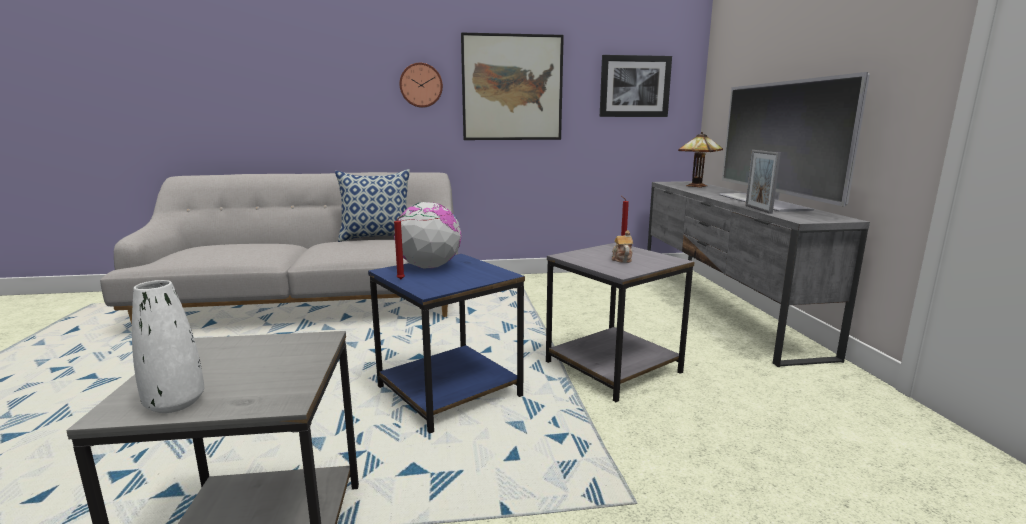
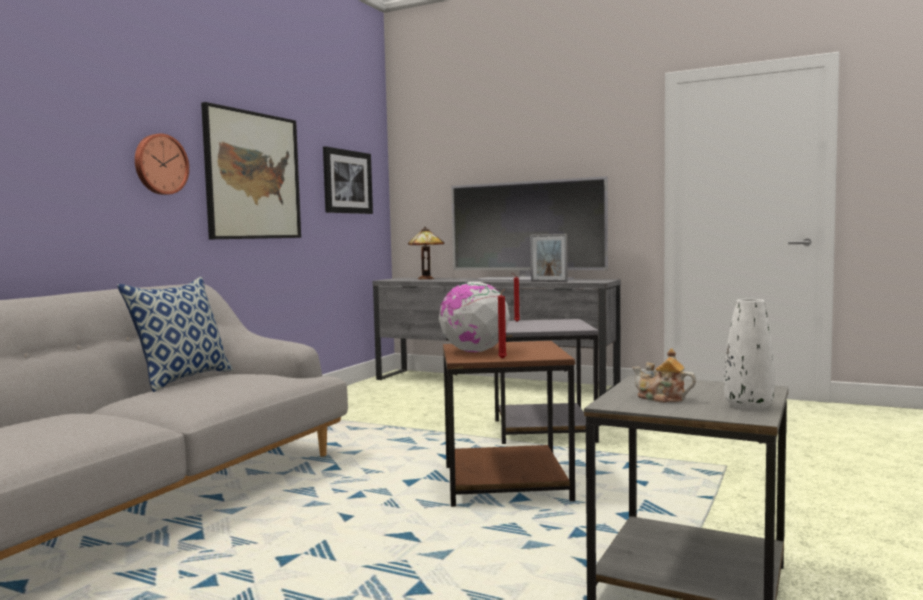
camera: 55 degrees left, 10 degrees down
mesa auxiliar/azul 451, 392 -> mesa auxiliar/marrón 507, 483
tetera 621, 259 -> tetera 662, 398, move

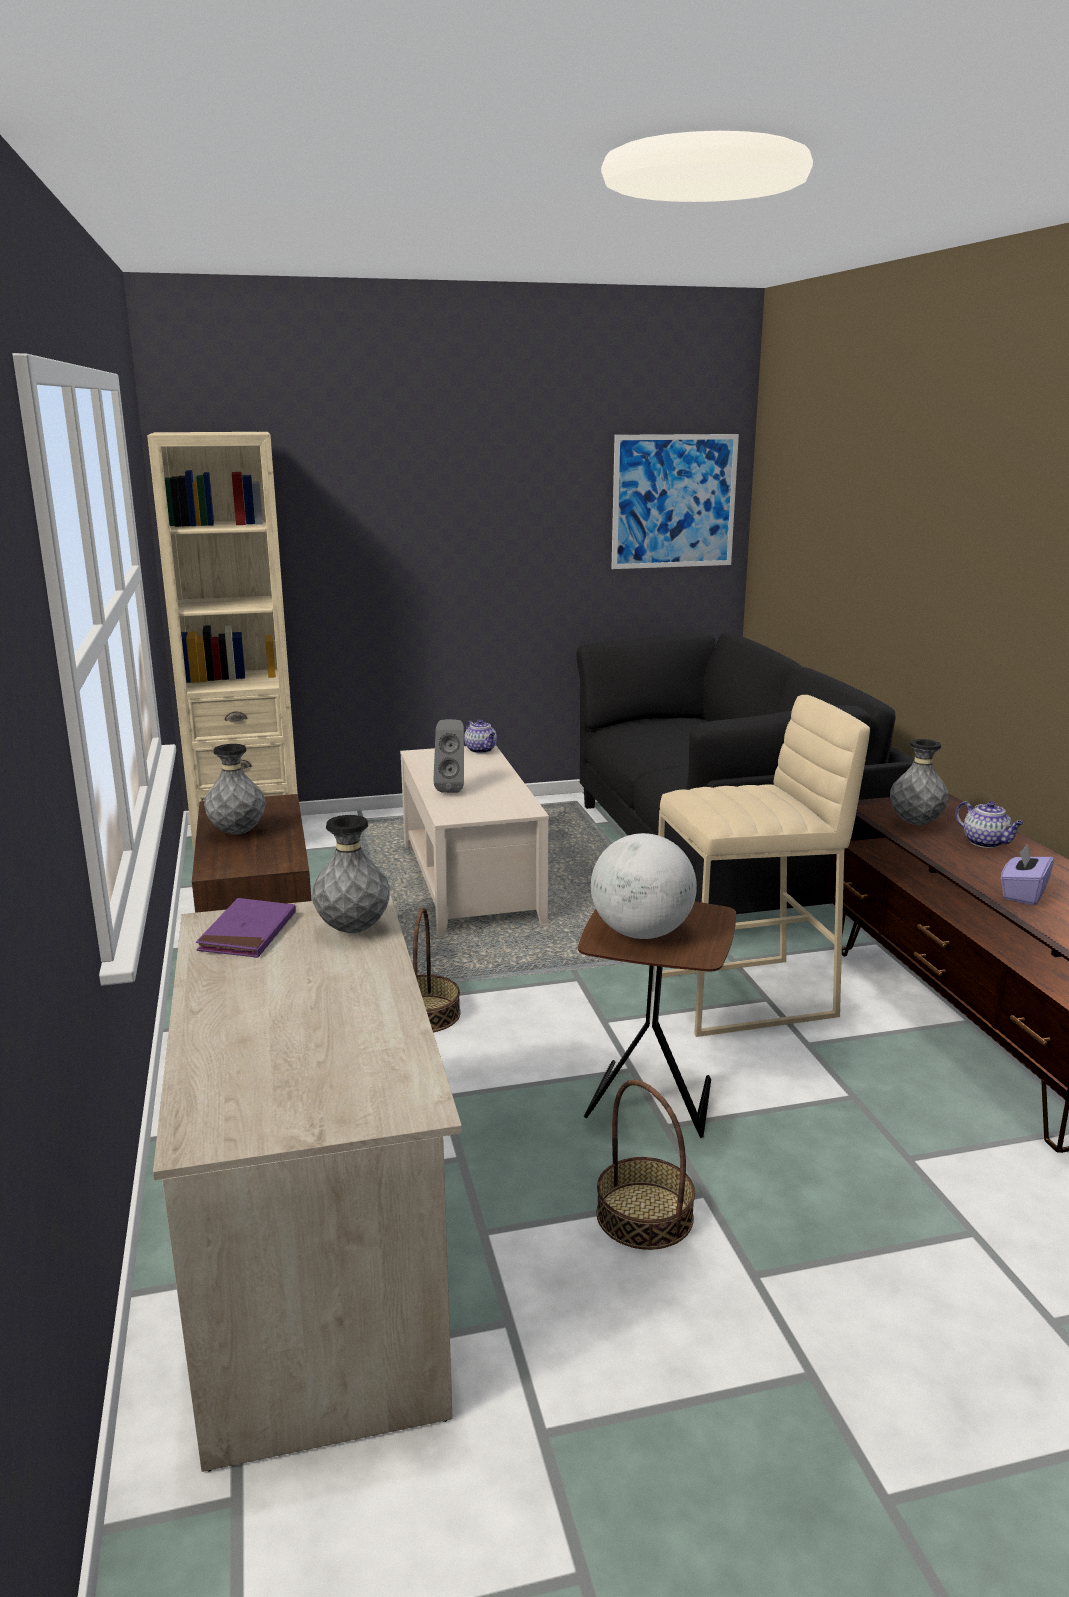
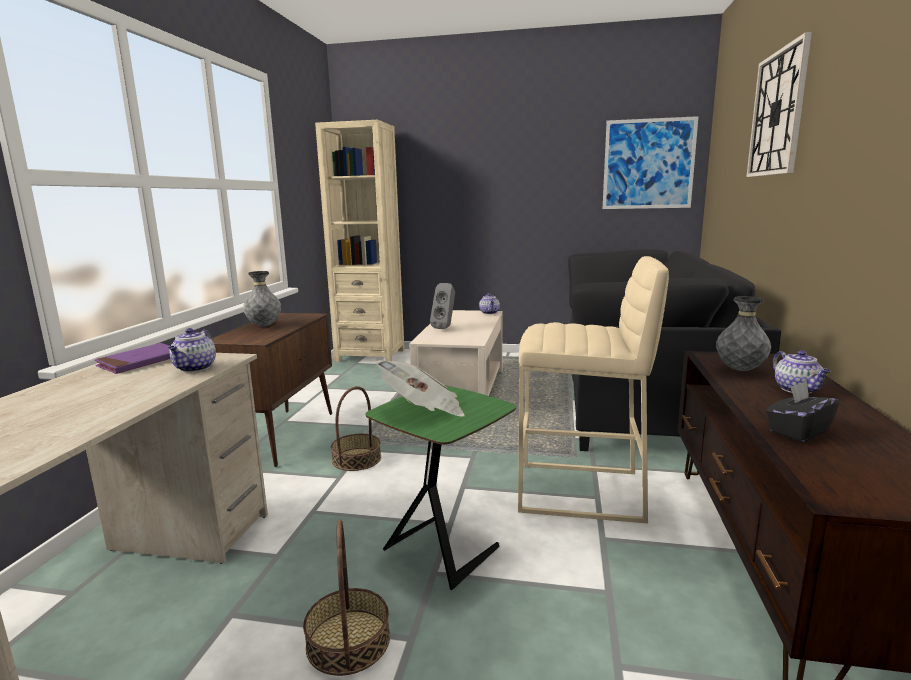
camera: 25 degrees right, 5 degrees down
florero/gris 353, 929 -> tetera 195, 368
mesa auxiliar/marrón 651, 1097 -> mesa auxiliar/verde 444, 547
globo terráqueo 642, 933 -> periódico 423, 410
none -> reloj de pared 777, 113
caja de pañuelos/morado 1023, 894 -> caja de pañuelos/negro 798, 431

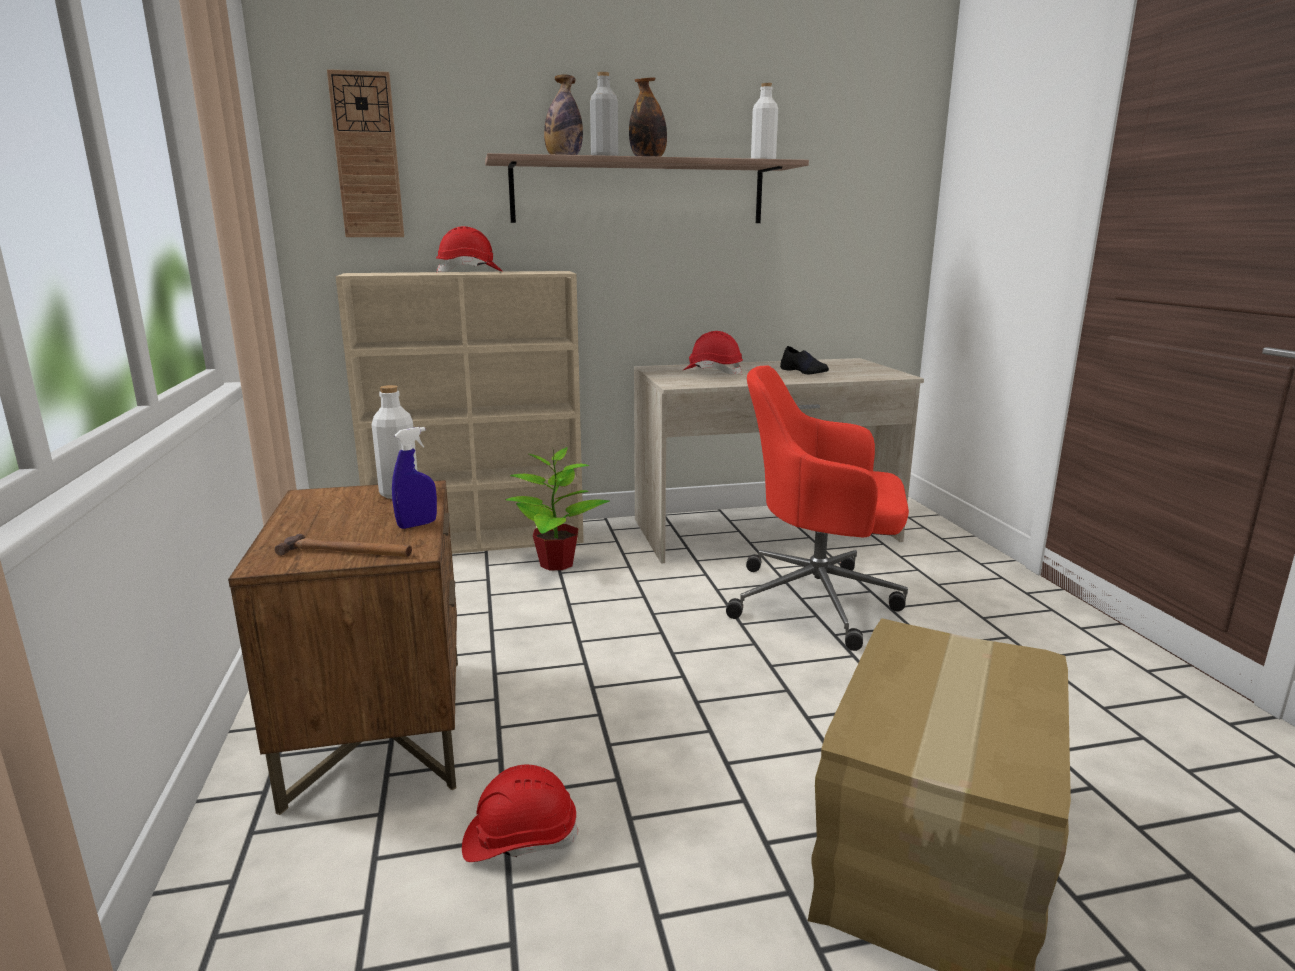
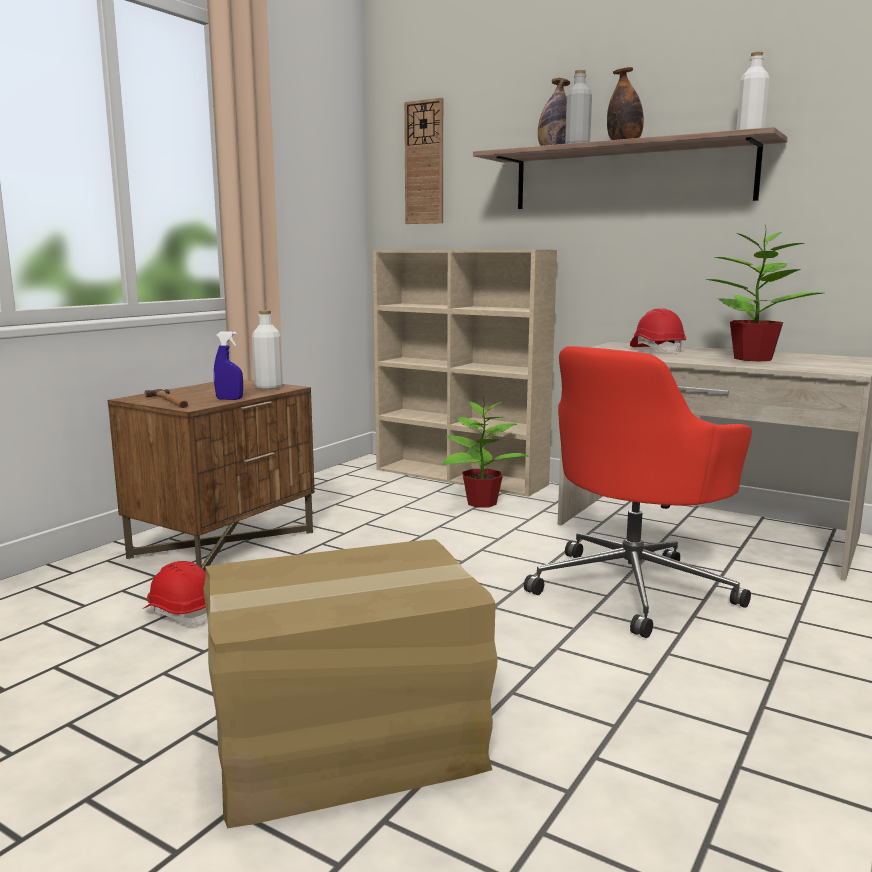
camera: 45 degrees right, 5 degrees down
silla de oficina/rojo 819, 601 -> silla de oficina/rojo 633, 588, 105 degrees counterclockwise
zapato/negro 804, 371 -> planta en maceta 751, 359
casco/rojo 470, 272 -> none

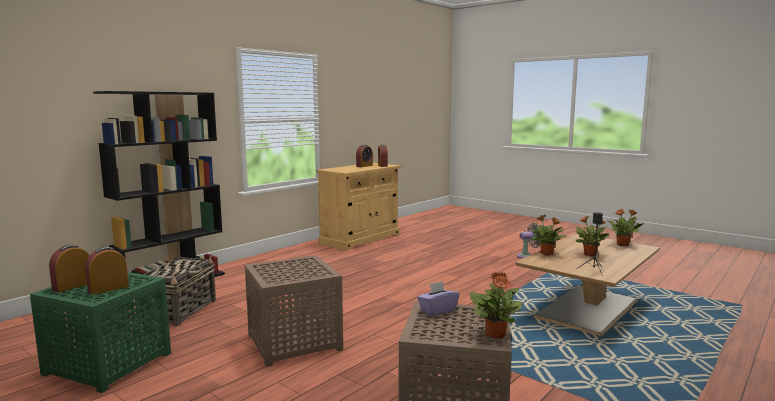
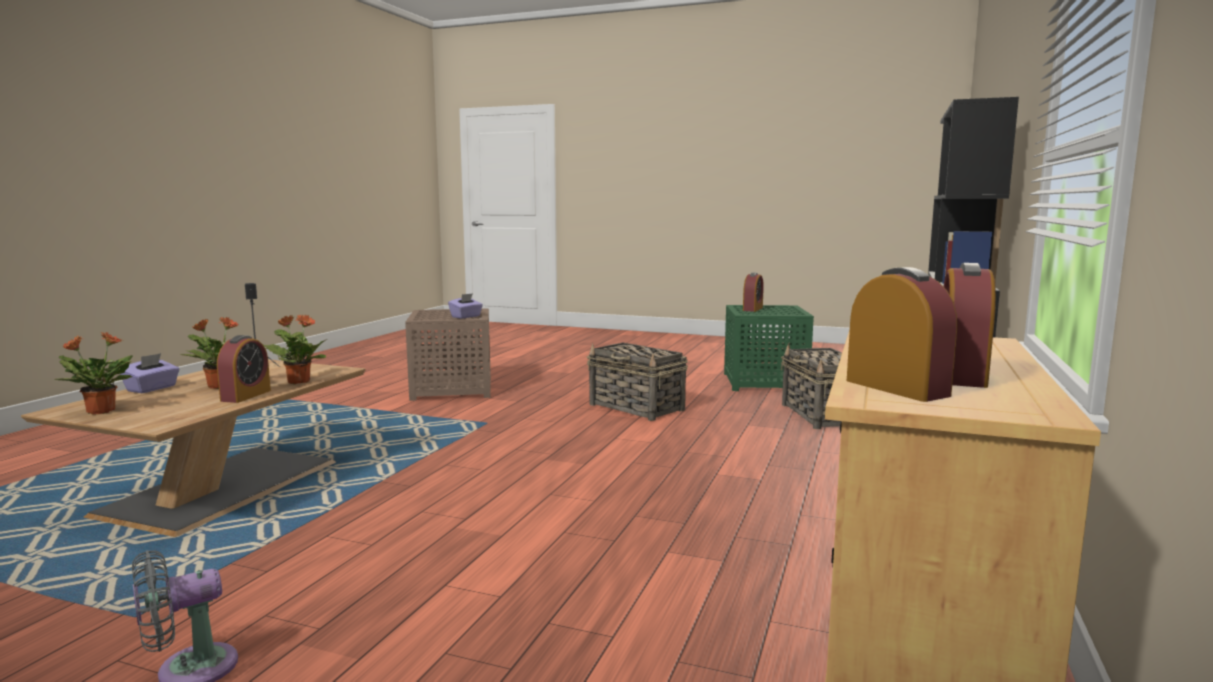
camera: 160 degrees right, 0 degrees up
none -> caja de pañuelos/morado 152, 388
despertador 73, 286 -> despertador 246, 395, move
mesa auxiliar/marrón 292, 341 -> cesta 637, 408
planta en maceta 496, 334 -> none

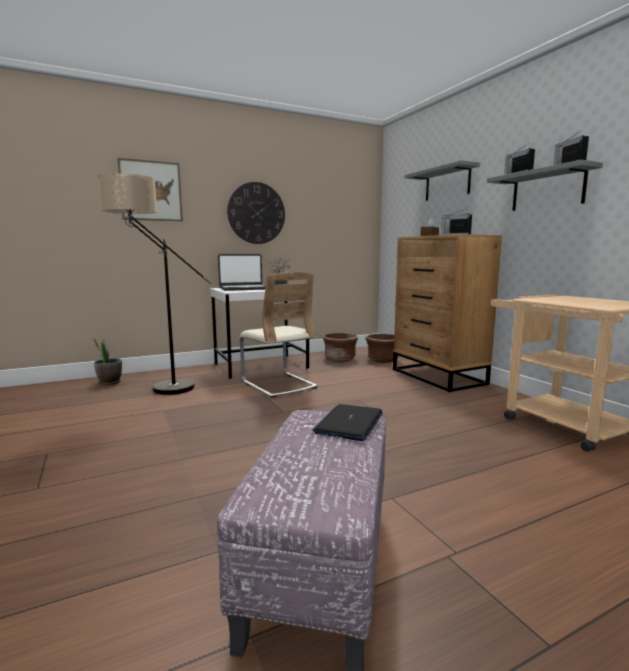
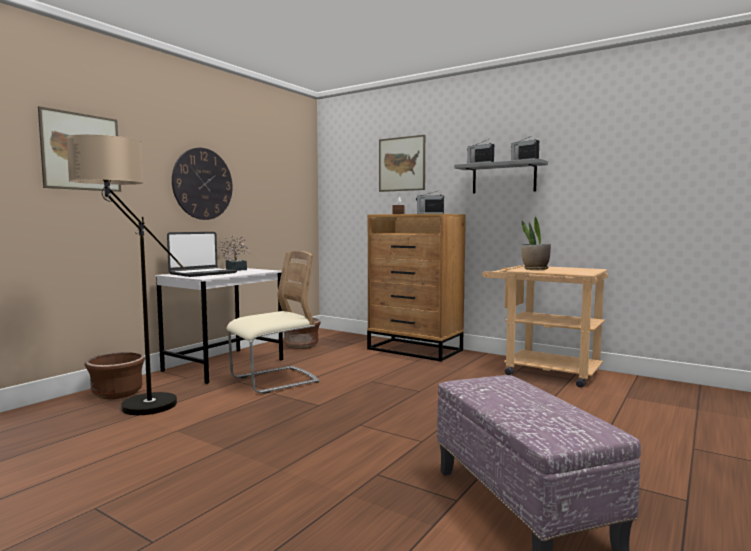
camera: 30 degrees left, 5 degrees down
maceta/marrón 382, 360 -> maceta/marrón 117, 393, move
silla/beis 278, 385 -> silla/beis 274, 381, 60 degrees counterclockwise
estante/gris 447, 183 -> cuadro 402, 164
planta en maceta 109, 382 -> planta en maceta 535, 269, move
portátil 349, 423 -> none

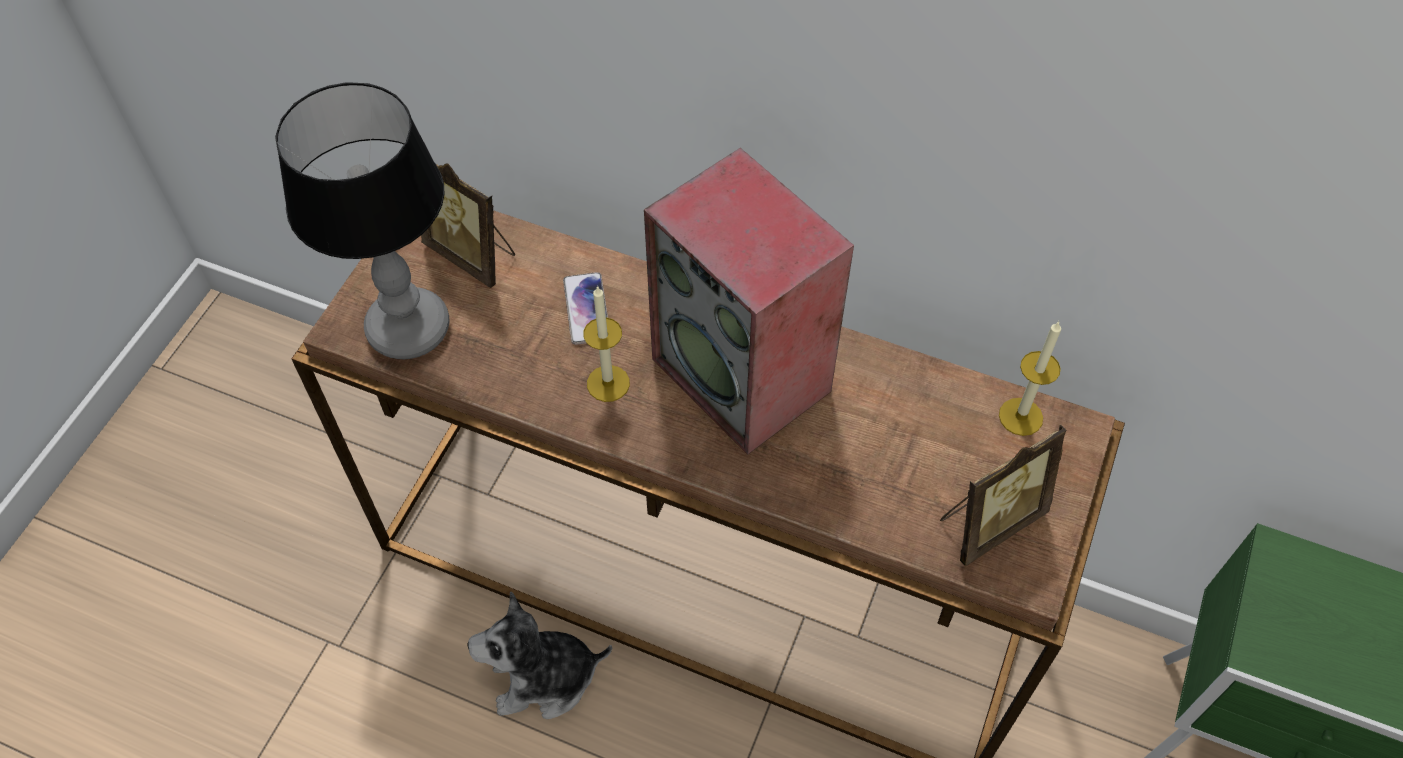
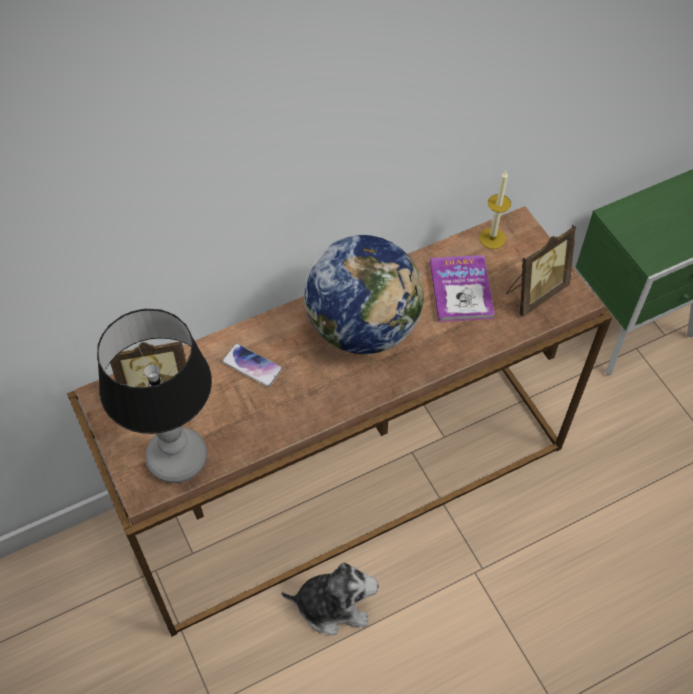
camera: 50 degrees left, 0 degrees up
peluche 543, 678 -> peluche 333, 605, 120 degrees counterclockwise
altavoz 744, 375 -> globo terráqueo 363, 327
none -> libro 461, 290
portarretratos 988, 521 -> portarretratos 534, 292, 45 degrees clockwise
vela 608, 383 -> none

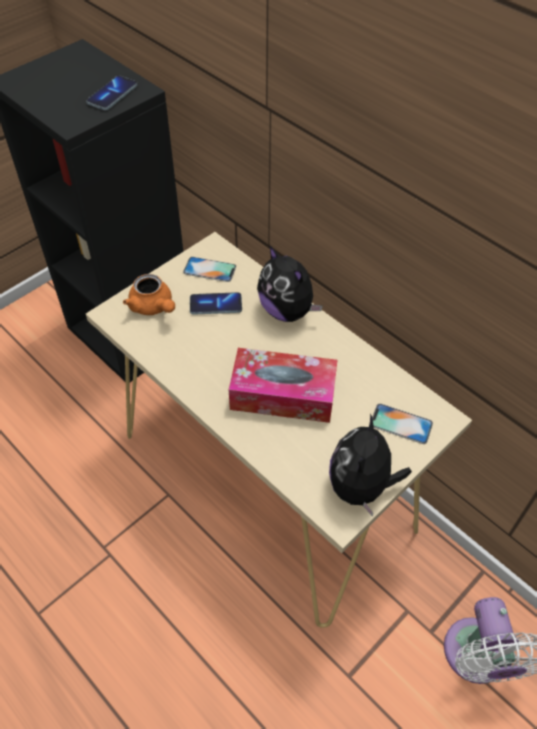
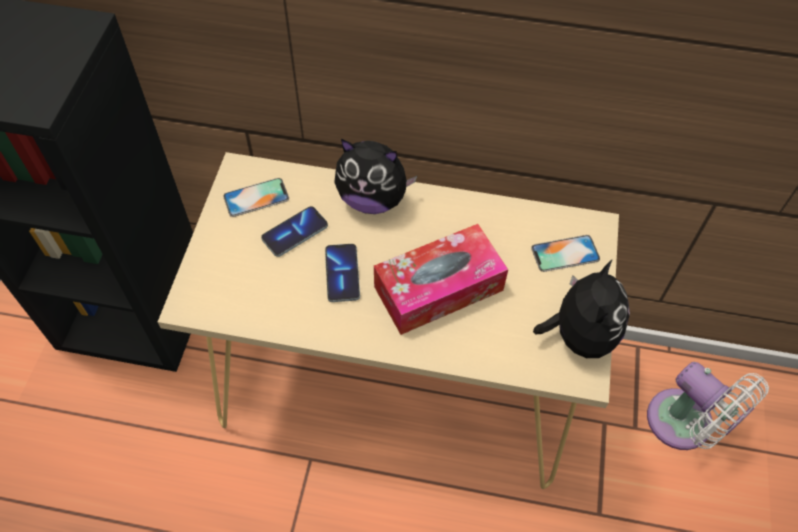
camera: 35 degrees left, 5 degrees up
móvil 112, 94 -> móvil 342, 274, move
peluche 361, 487 -> peluche 579, 335, 150 degrees counterclockwise
tetera/naranja 153, 307 -> none

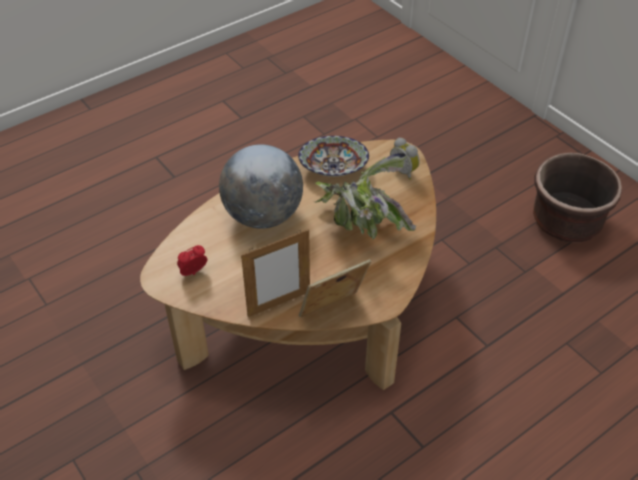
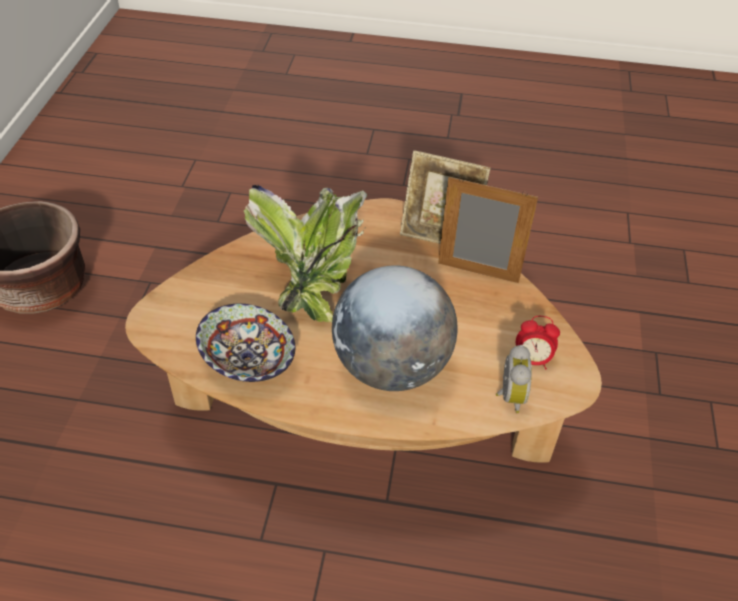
camera: 135 degrees left, 0 degrees up
despertador 404, 171 -> despertador 509, 396, move

